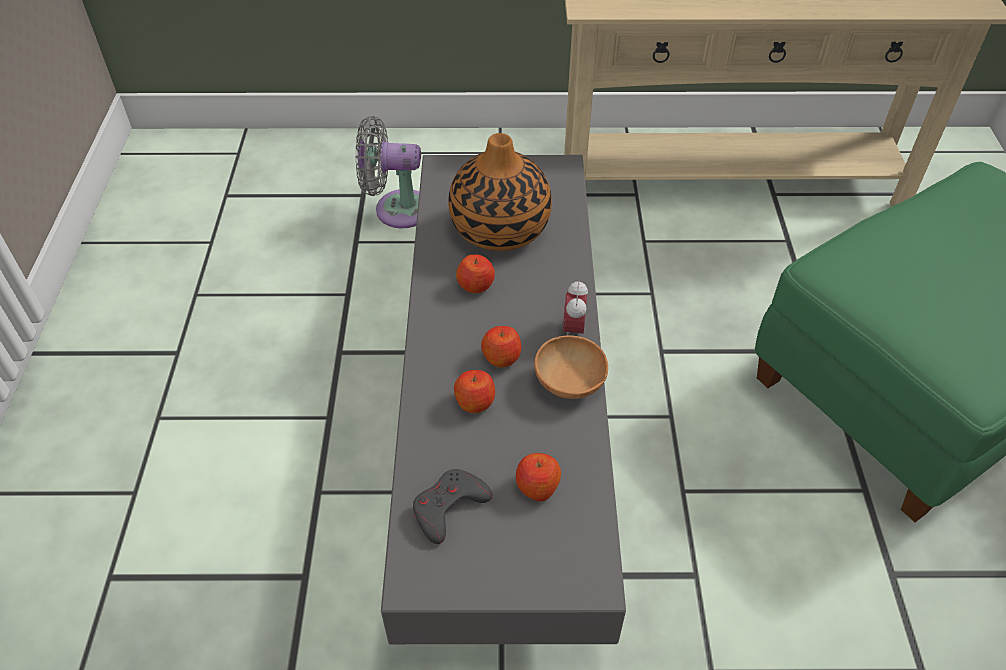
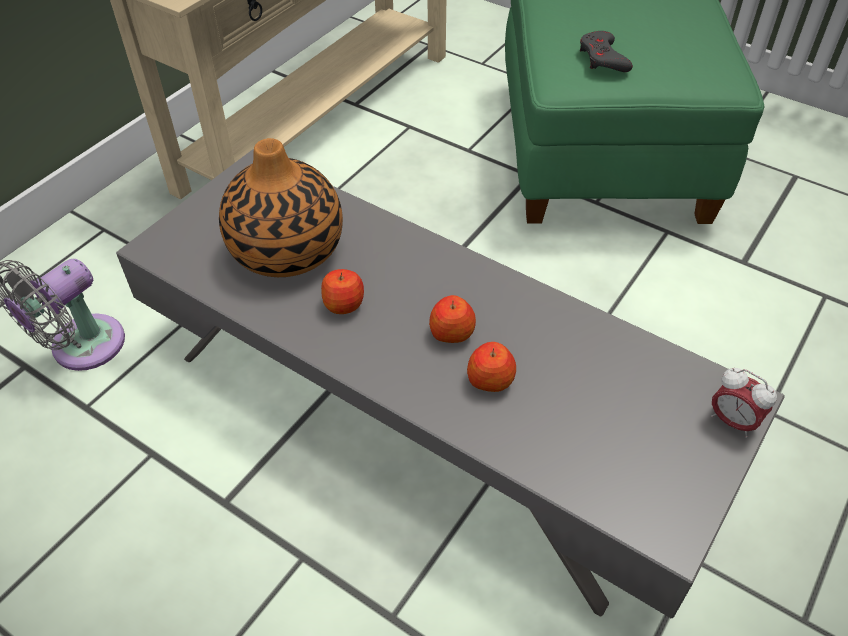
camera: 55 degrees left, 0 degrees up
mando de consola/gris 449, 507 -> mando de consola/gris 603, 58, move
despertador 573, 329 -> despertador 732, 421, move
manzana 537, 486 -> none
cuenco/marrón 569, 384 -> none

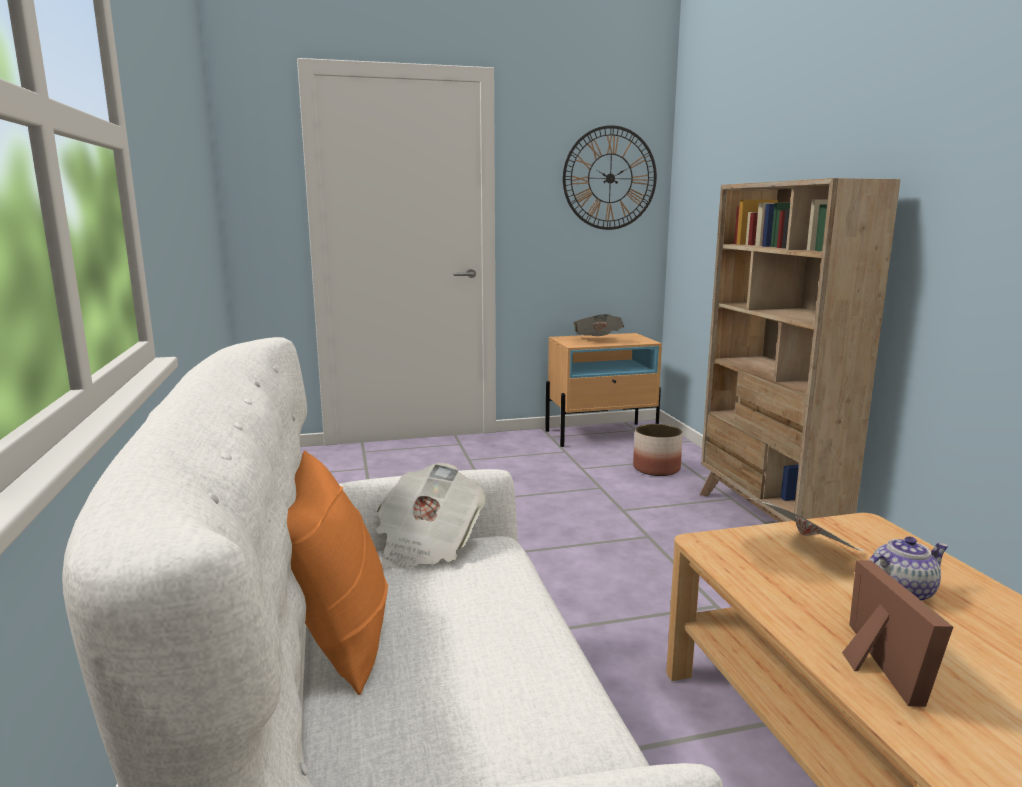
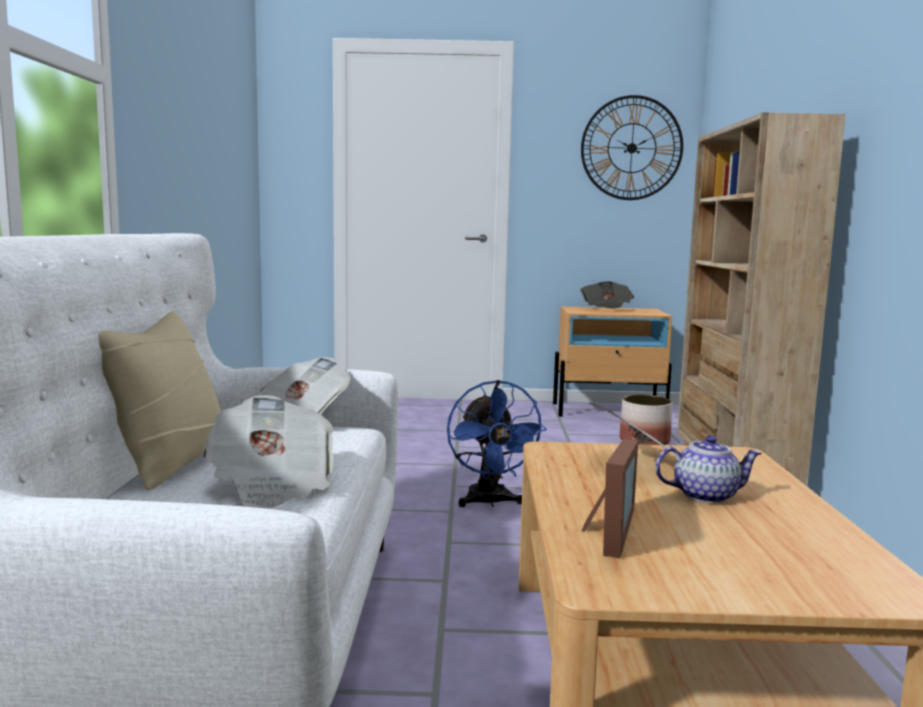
camera: 15 degrees right, 5 degrees down
cojín/naranja 340, 637 -> cojín/beis 170, 463
none -> periódico 271, 485
none -> ventilador/azul 490, 502

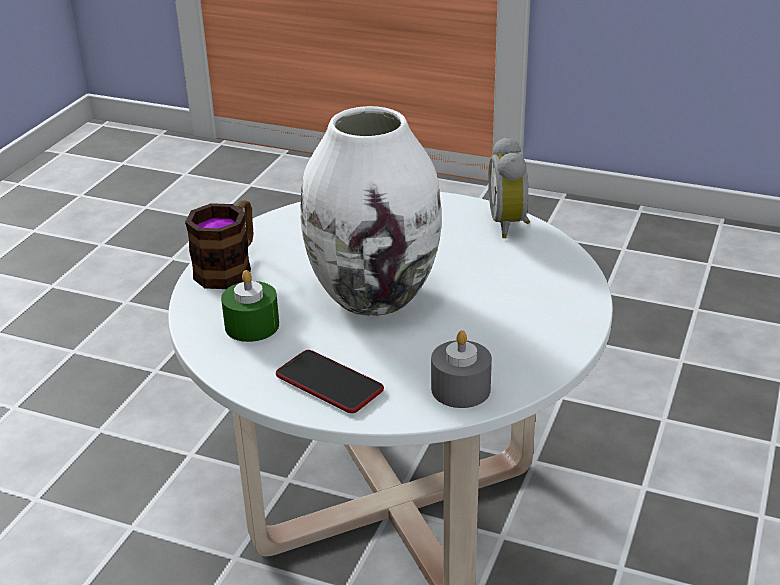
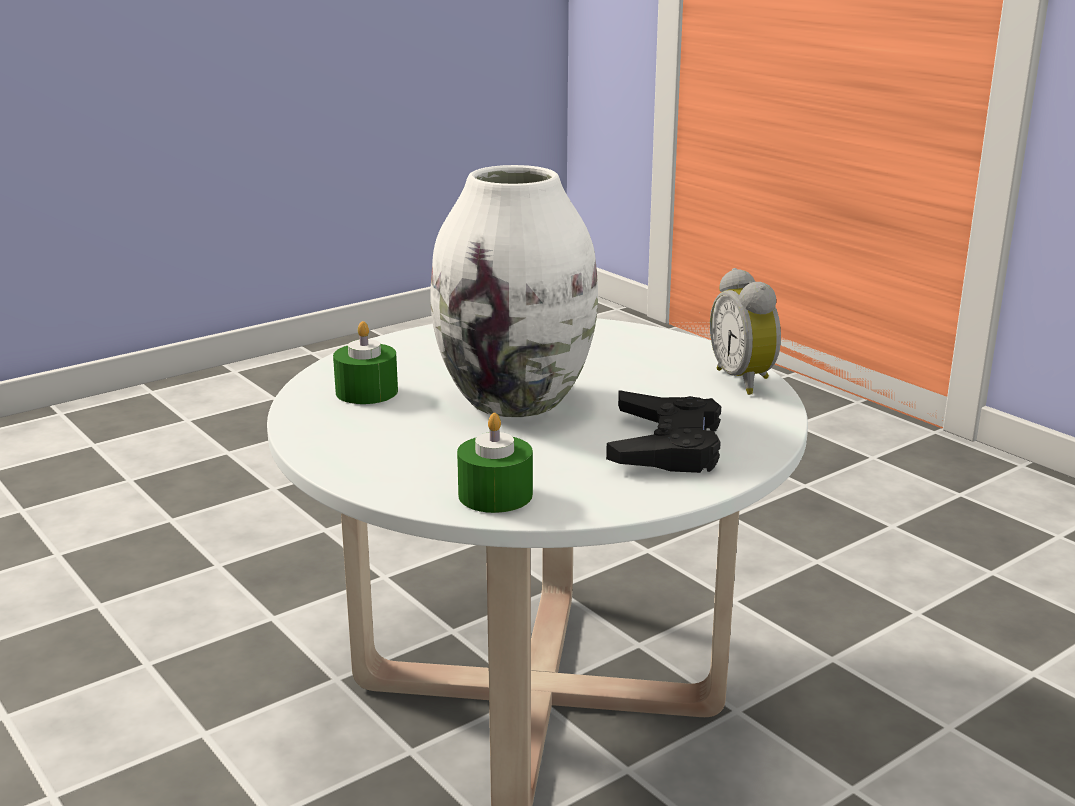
camera: 30 degrees right, 10 degrees down
vela/gris 460, 389 -> vela/verde 495, 495
none -> mando de consola/negro 665, 445
despertador 510, 224 -> despertador 746, 381, 45 degrees counterclockwise
taza grande 229, 267 -> none
móvil 329, 383 -> none

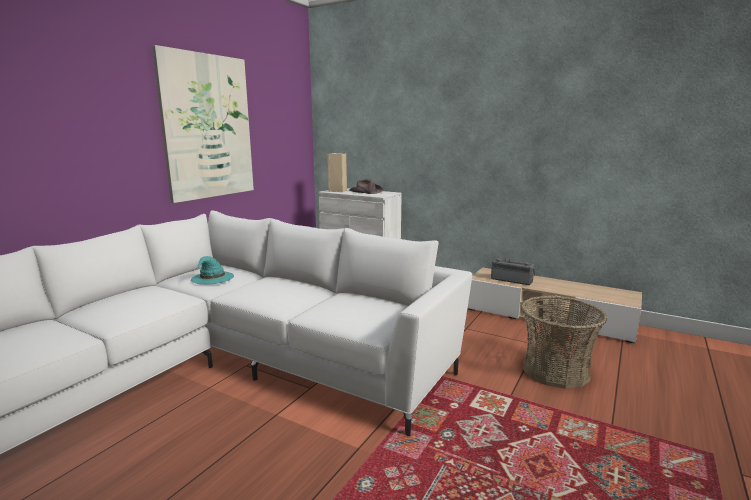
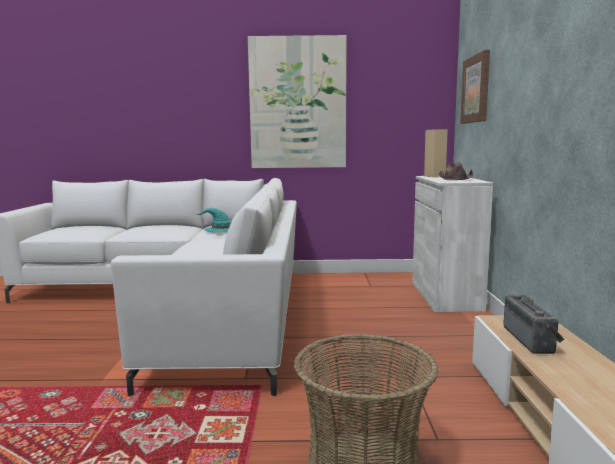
camera: 60 degrees right, 5 degrees down
none -> cuadro 476, 89

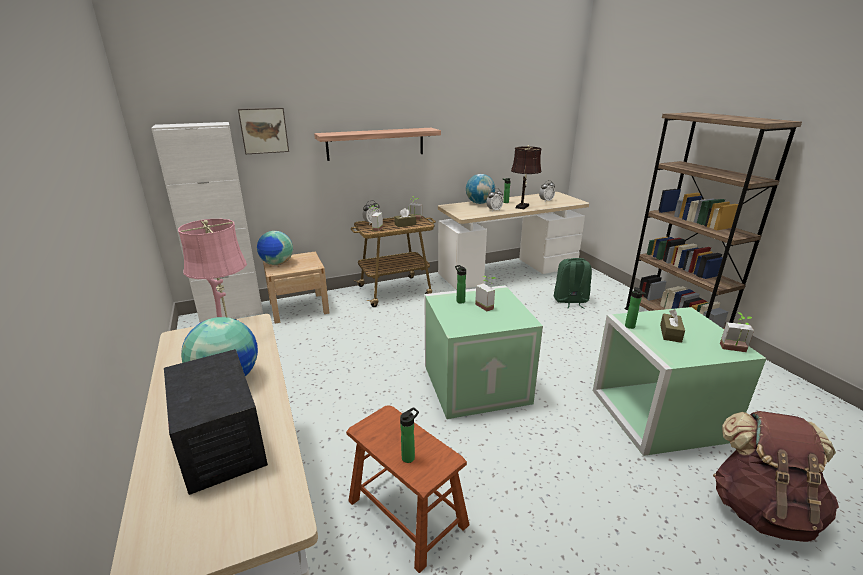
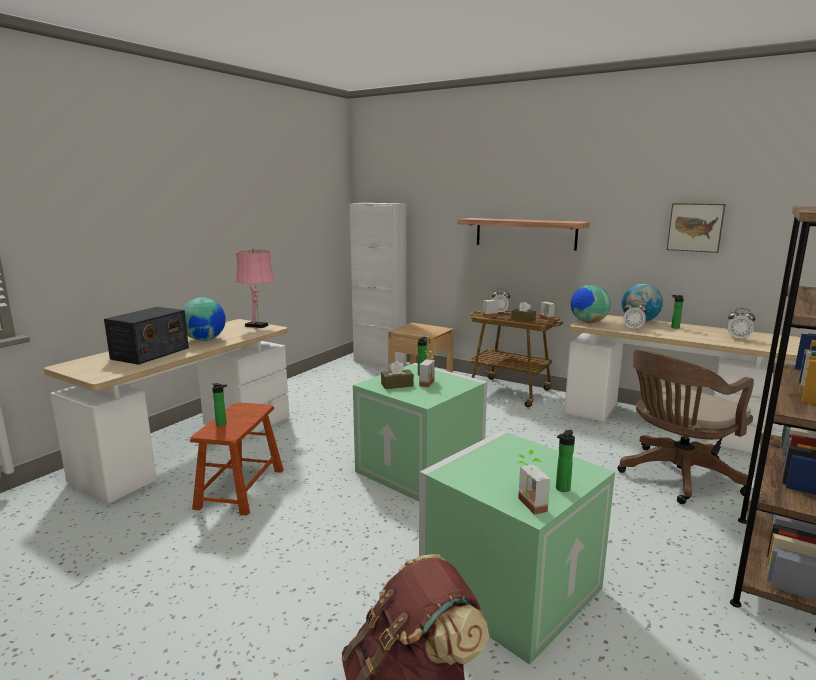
camera: 55 degrees right, 10 degrees down
caja de pañuelos/marrón 670, 333 -> caja de pañuelos/marrón 397, 385, move
botella 630, 327 -> botella 561, 489, move
globo terráqueo 277, 264 -> globo terráqueo 588, 322, move
mochila/verde 570, 301 -> silla de oficina/marrón 676, 477
cuadro 264, 130 -> cuadro 695, 227, move
lámpara de mesa/marrón 523, 206 -> none

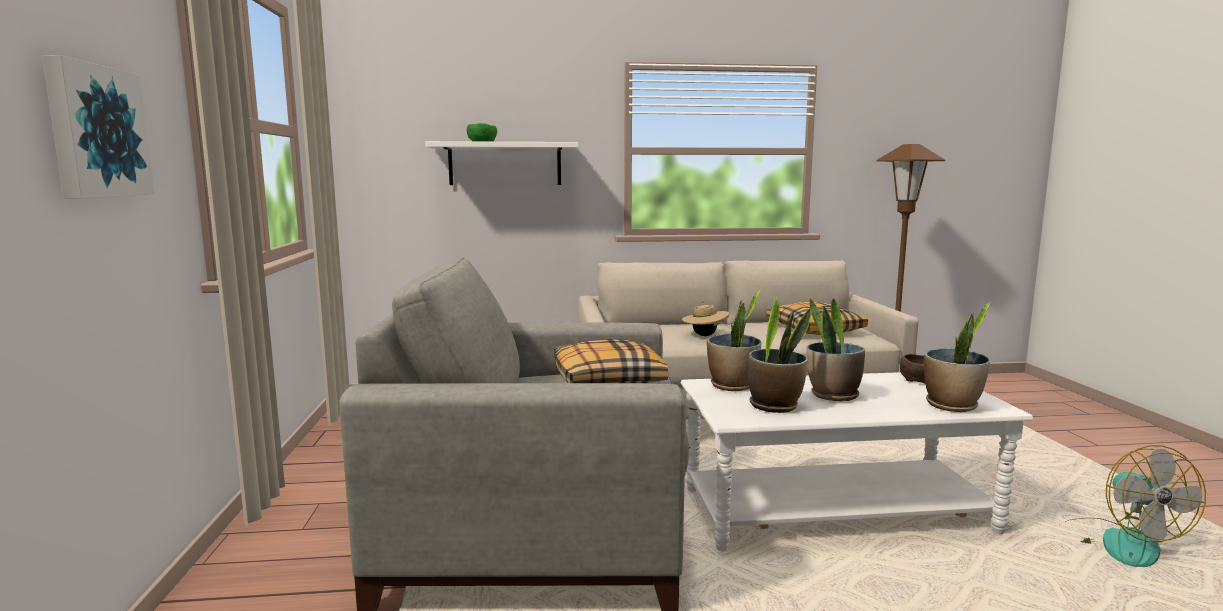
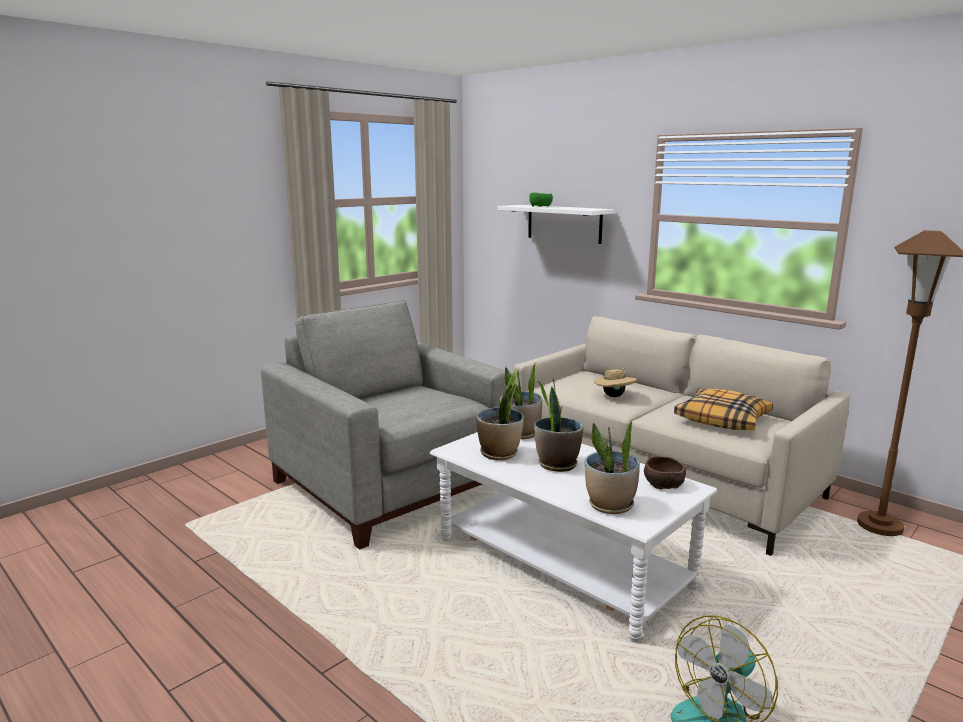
camera: 50 degrees right, 5 degrees up
cuadro 95, 131 -> none
cojín 607, 379 -> none

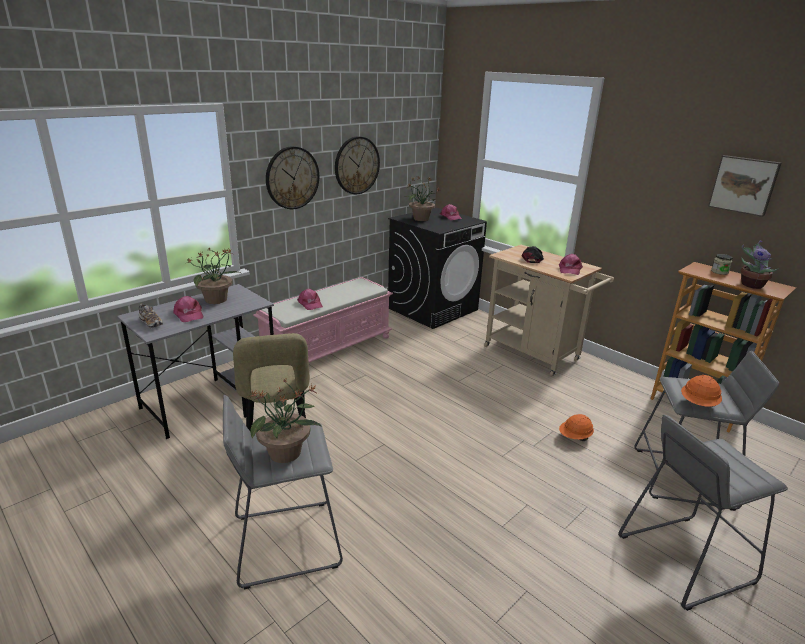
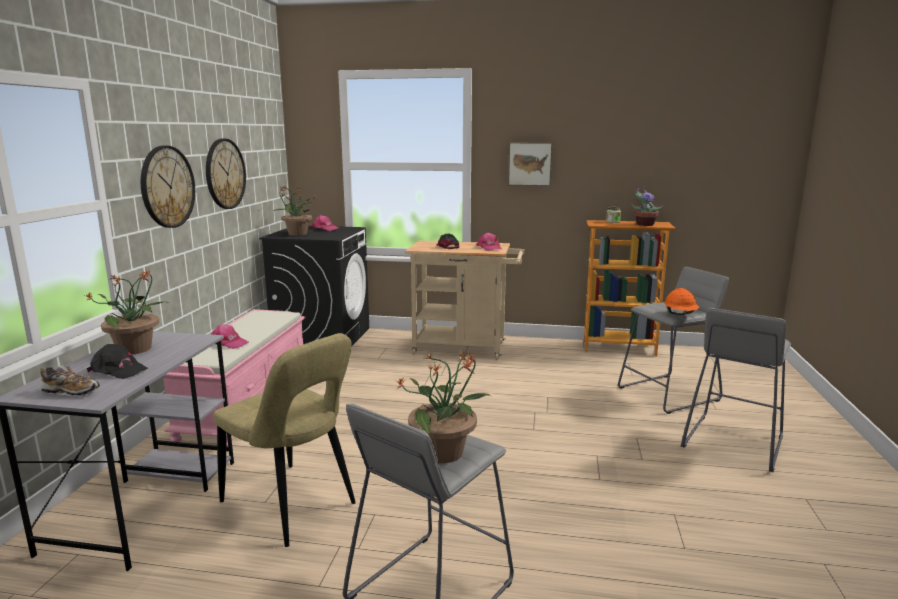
camera: 35 degrees left, 10 degrees down
gorra/rosa 188, 314 -> gorra/negro 118, 370
cuadro 744, 185 -> cuadro 530, 164, move
casco/naranja 575, 437 -> none

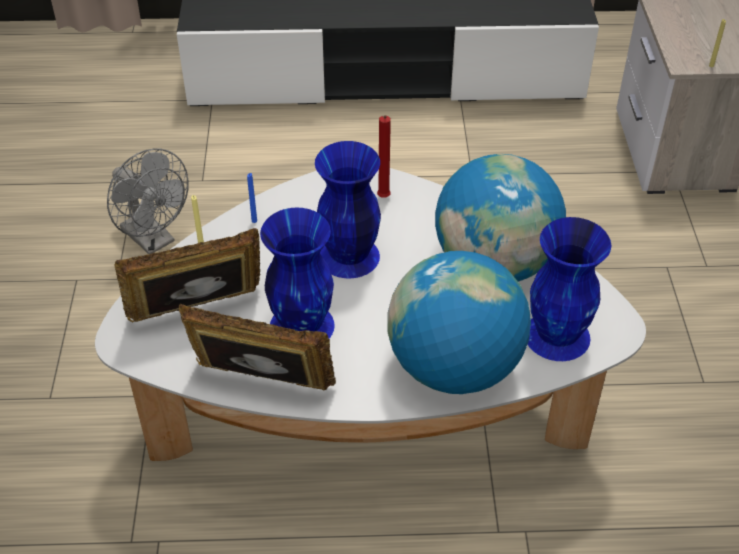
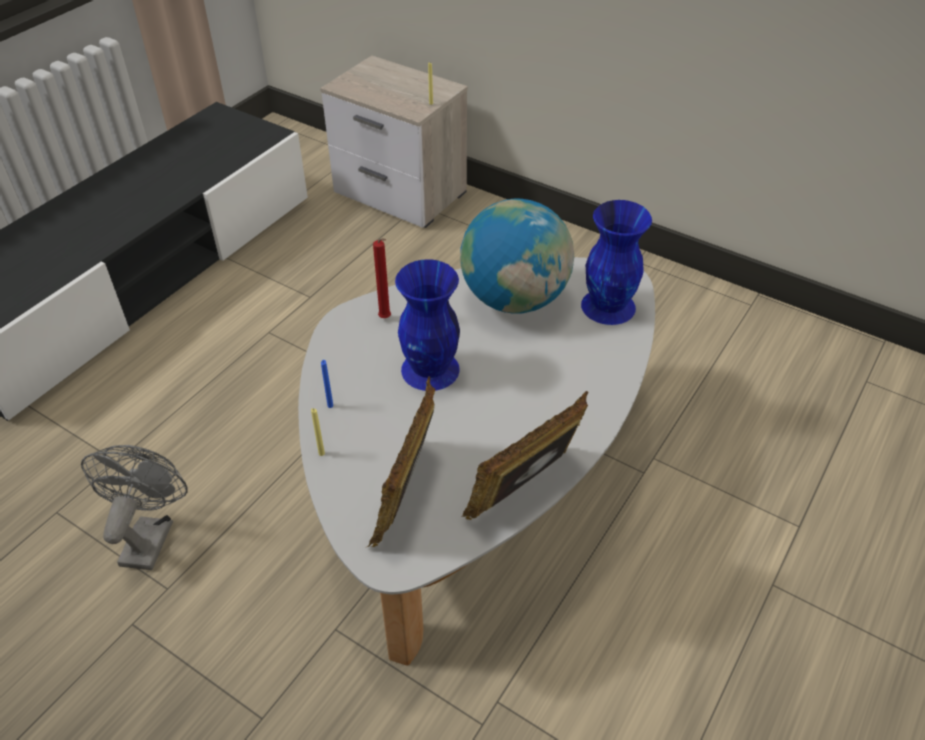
camera: 55 degrees left, 0 degrees up
ventilador/gris 153, 240 -> ventilador/gris 150, 535, 75 degrees counterclockwise
florero/azul 301, 325 -> none
globo terráqueo 454, 368 -> none

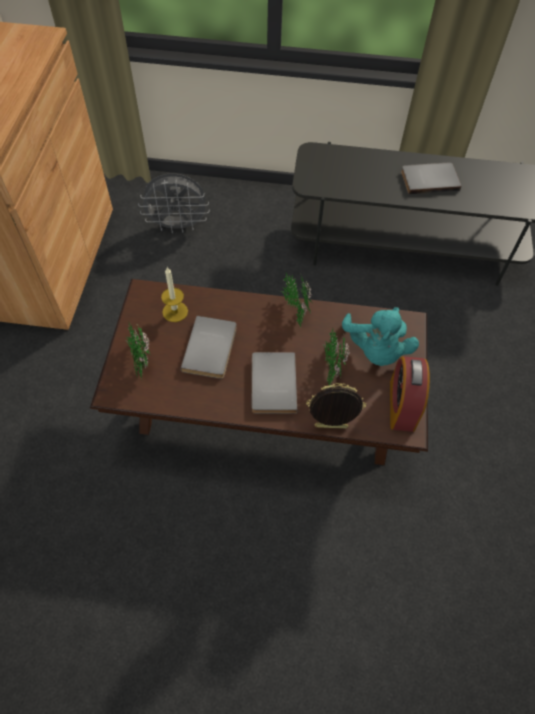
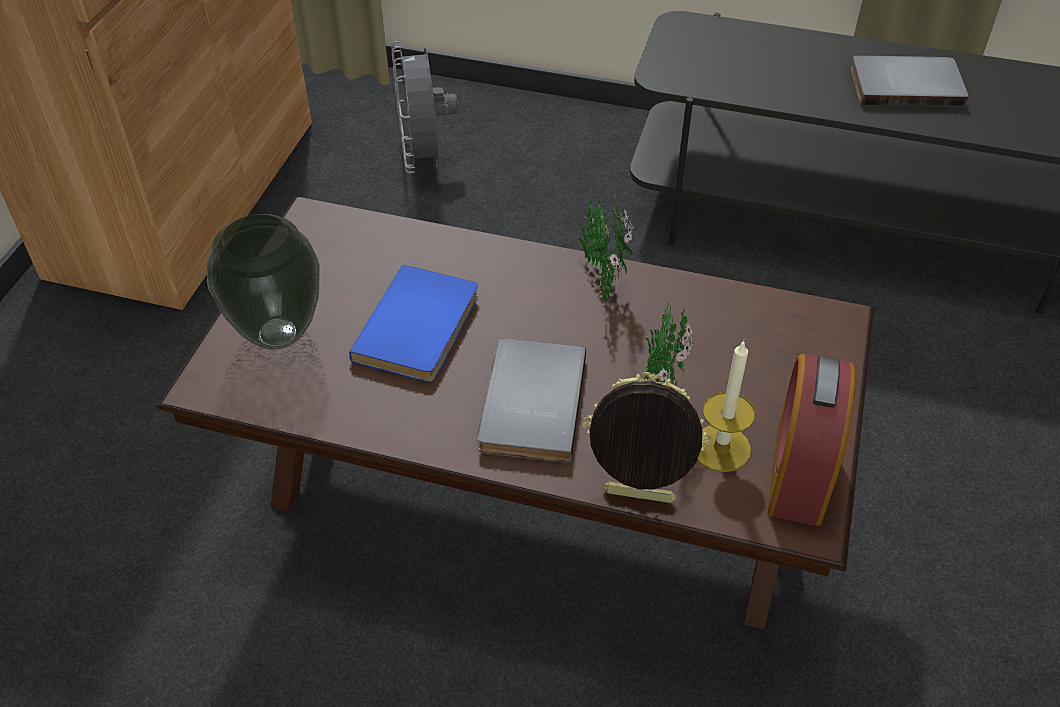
camera: 10 degrees right, 10 degrees down
planta en maceta 140, 360 -> florero 277, 333
libro/gris 212, 349 -> libro/azul 421, 328
ventilador/gris 178, 226 -> ventilador/gris 424, 159, 75 degrees clockwise
vela 175, 311 -> vela 721, 448, move
peluche/turquesa 376, 350 -> none

